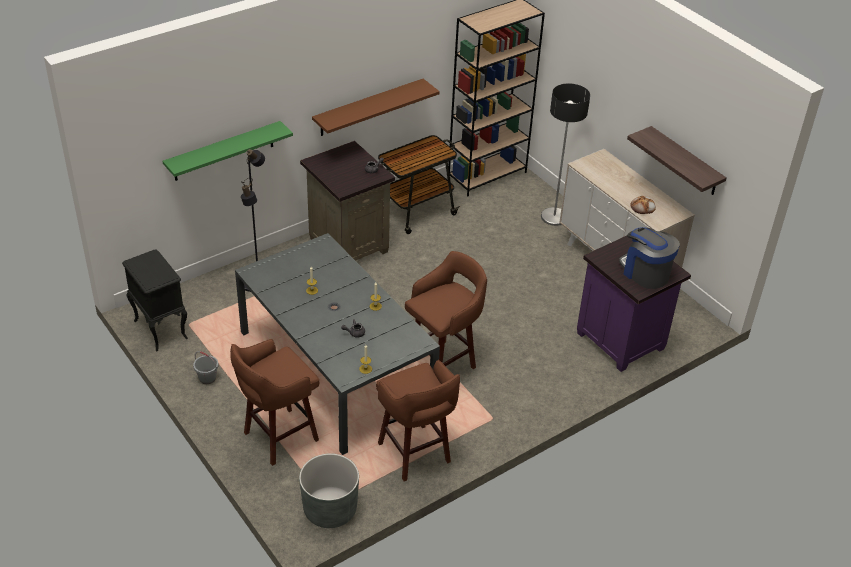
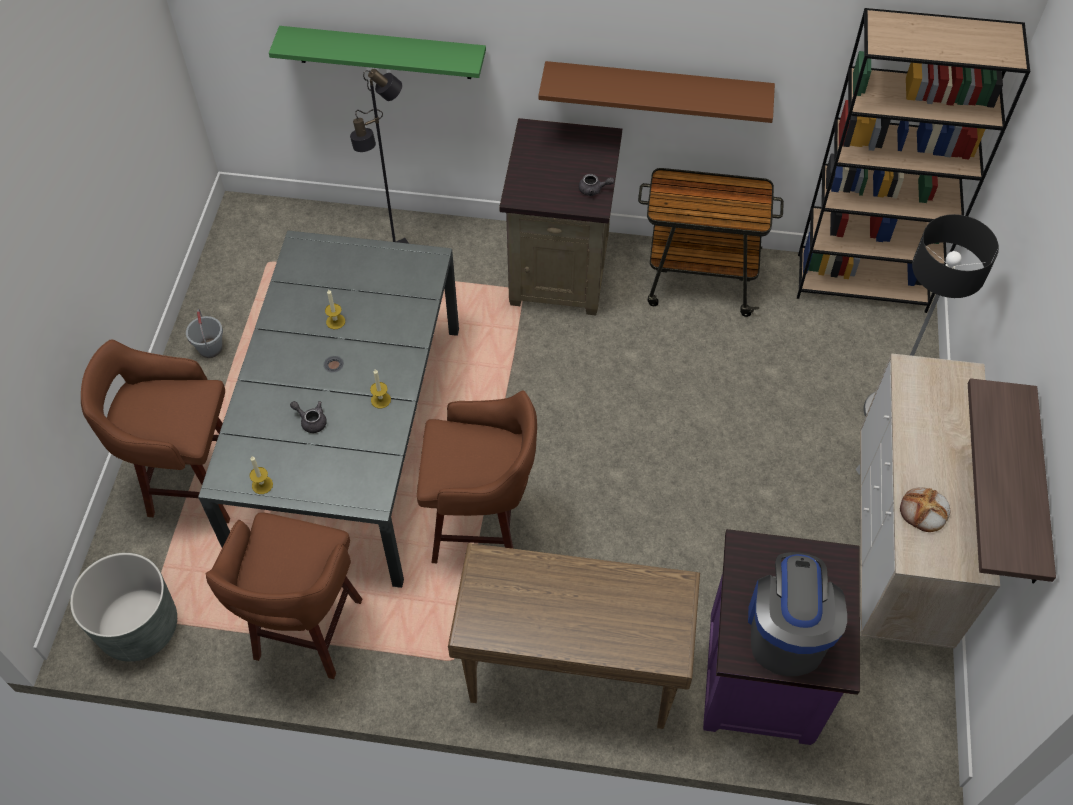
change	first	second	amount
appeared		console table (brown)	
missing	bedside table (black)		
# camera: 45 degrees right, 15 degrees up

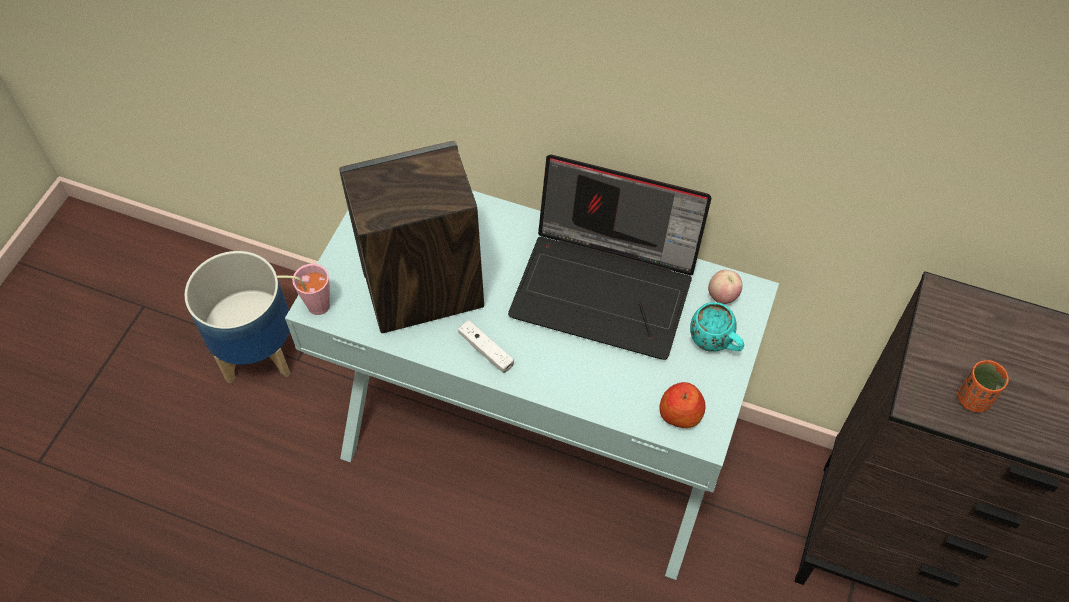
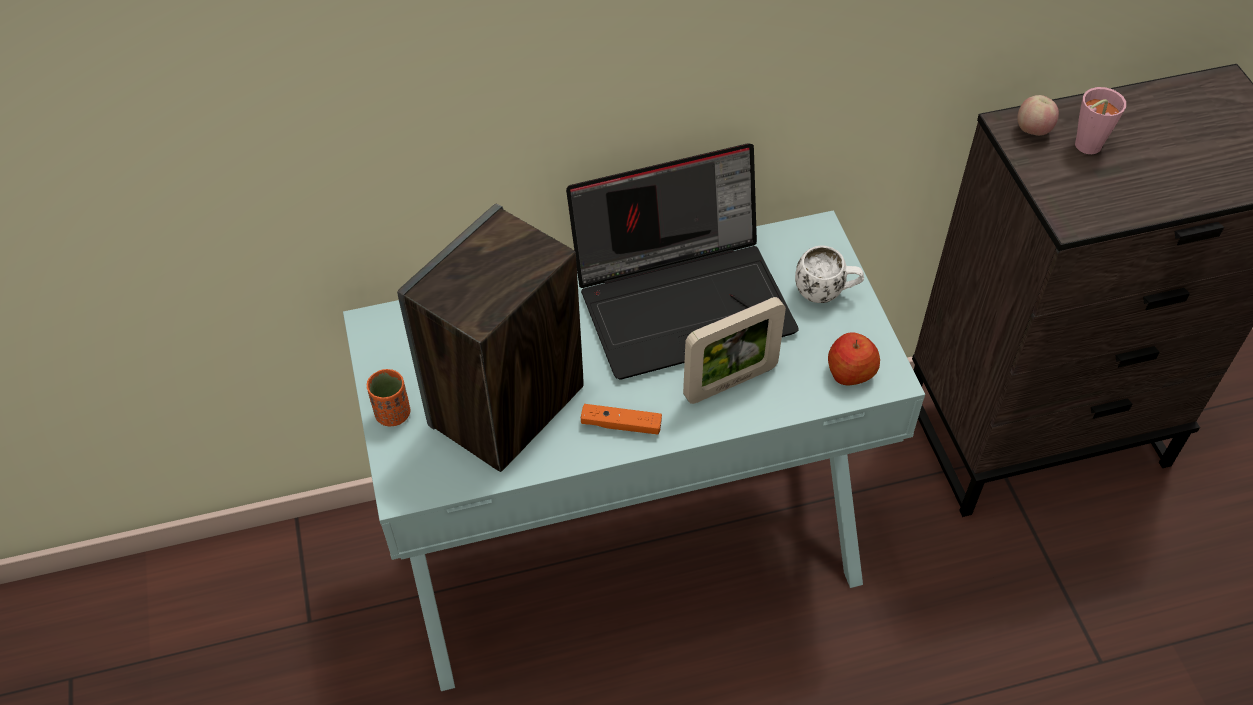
change	first	second	amount
relocated	cup (orange-coloured)		
colour	joypad (white)	joypad (orange-coloured)	
appeared		standing frame	
colour	mug (turquoise)	mug (white)	
relocated	whole apple (no. 2 from left)		
relocated	cup (pinkish)		
missing	plant pot		
# camera: 35 degrees left, 5 degrees down

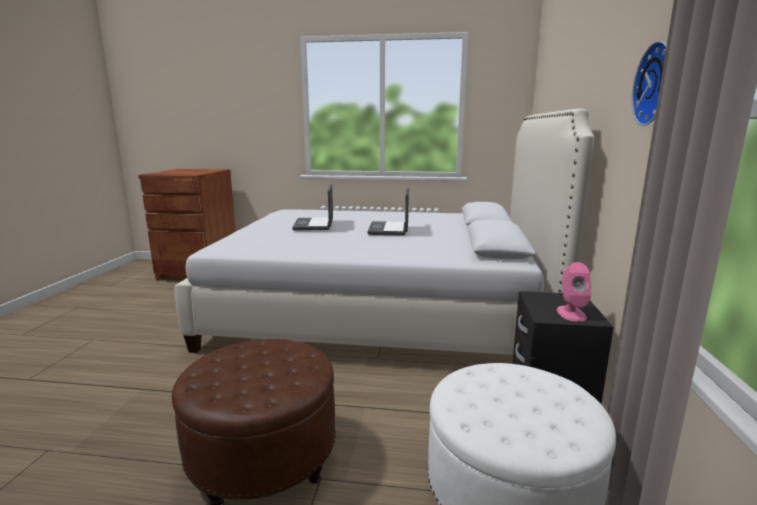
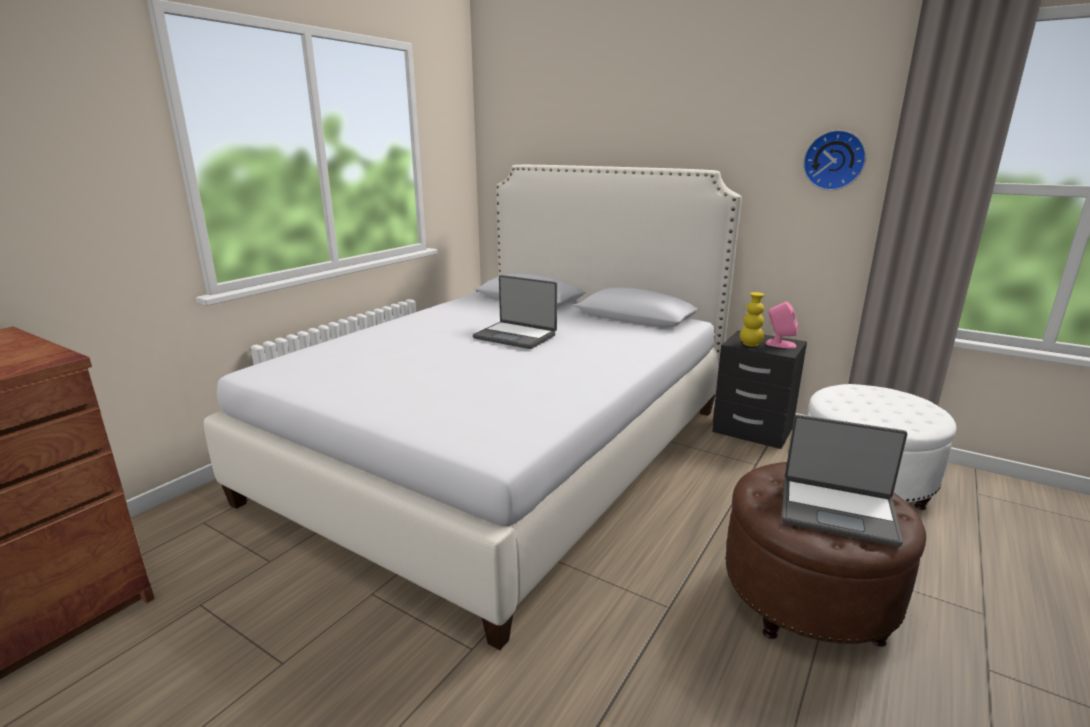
change	first	second	amount
appeared		vase (yellowish)	
relocated	notebook computer (no. 1 from left in the first image)	notebook computer (no. 2 from left)	
# camera: 65 degrees left, 5 degrees up

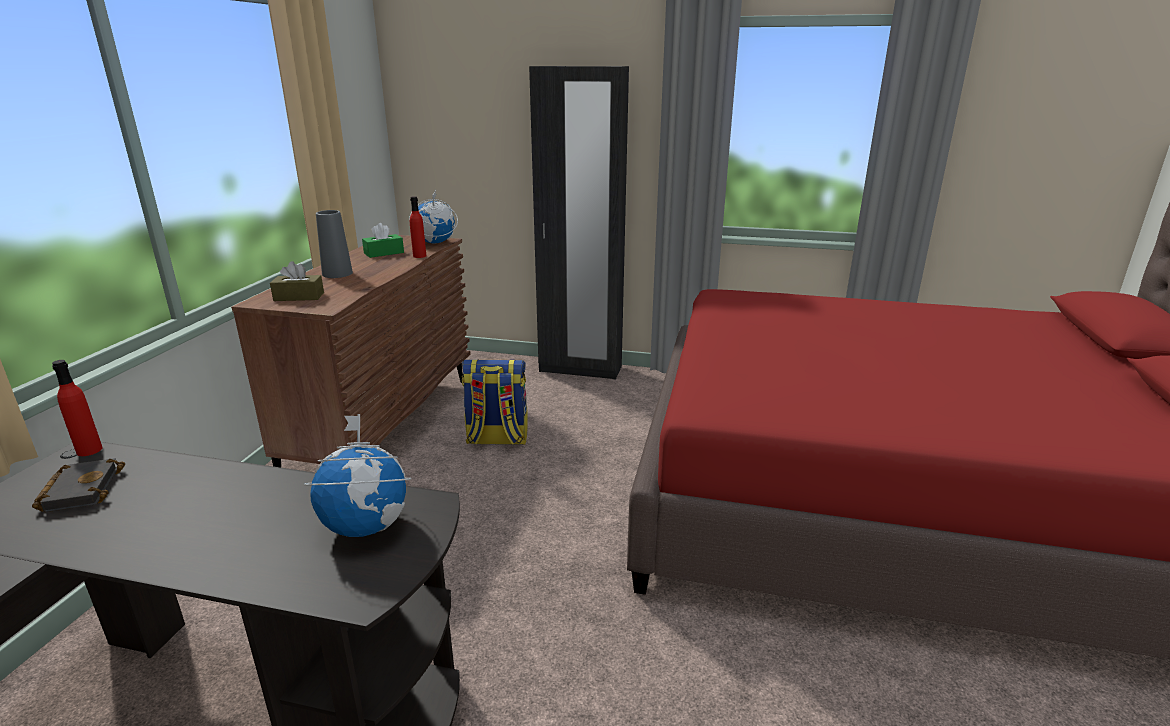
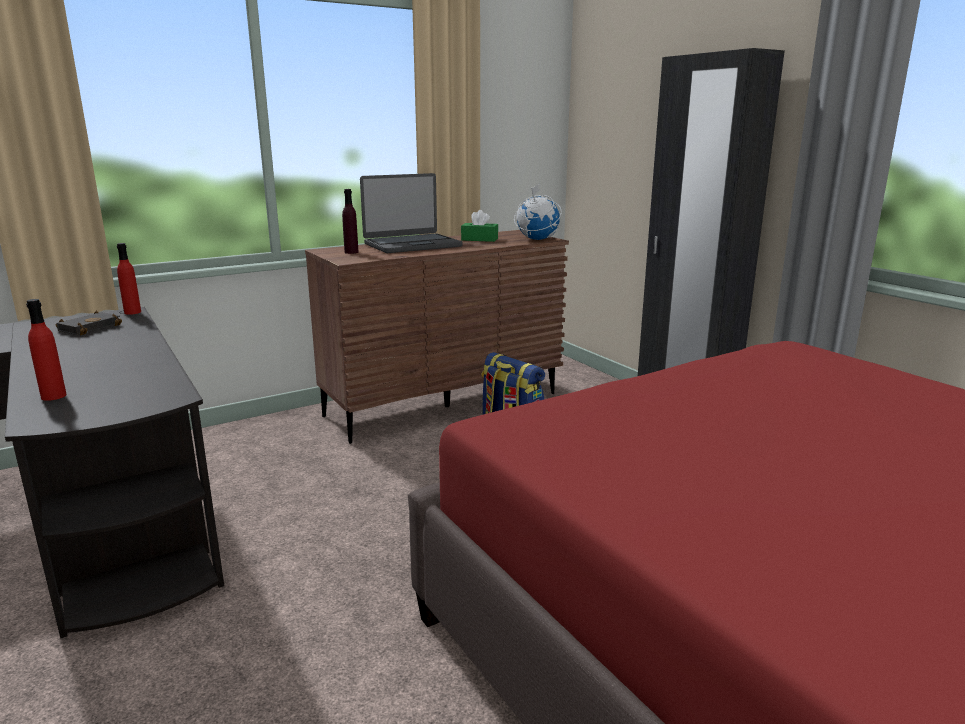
change	first	second	amount
relocated	drink bottle (red) (no. 2 from left in the first image)	drink bottle (red) (no. 1 from left)	
exchanged	tissue box (brown)	drink bottle (purple)	
exchanged	vase (gray)	notebook computer	
missing	world globe (no. 1 from left)		
# camera: 45 degrees right, 5 degrees down

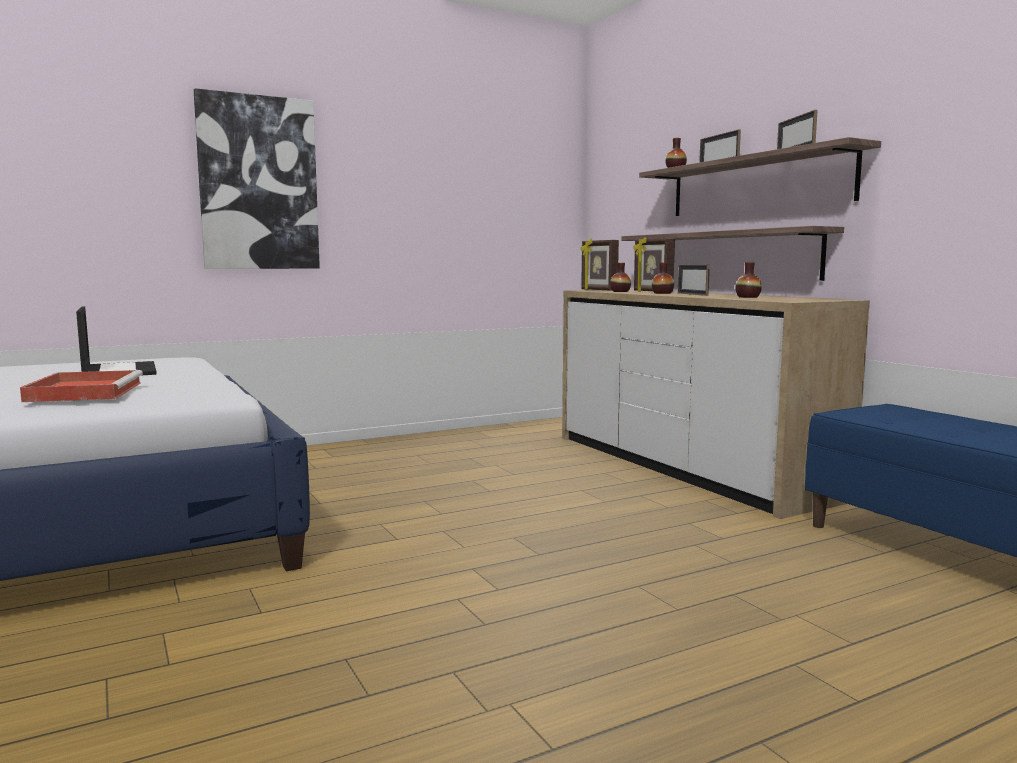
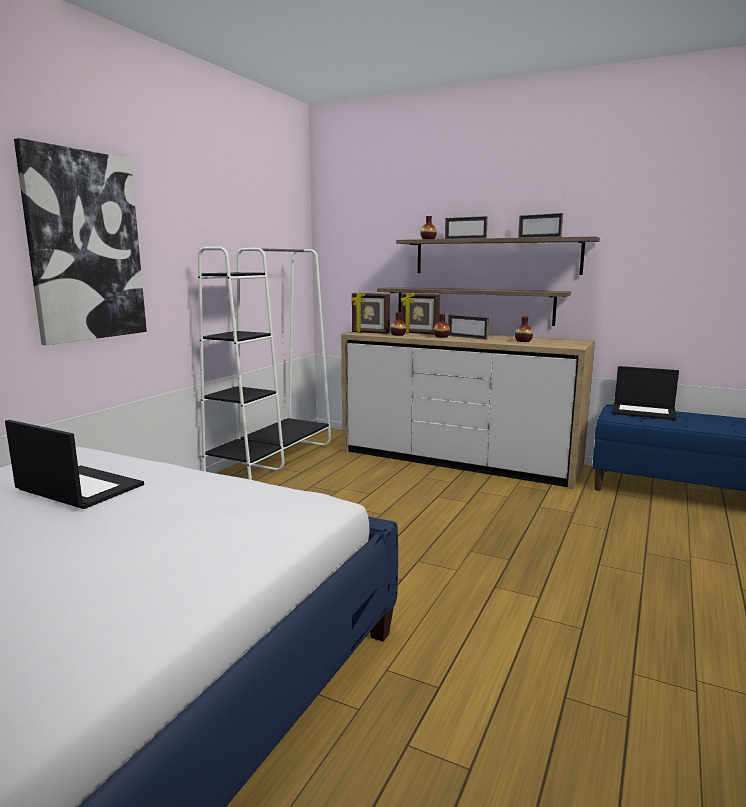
change	first	second	amount
appeared		garment stand (black)	
appeared		notebook computer (no. 2 from left)	
missing	tray (red)		
# camera: 35 degrees left, 5 degrees up

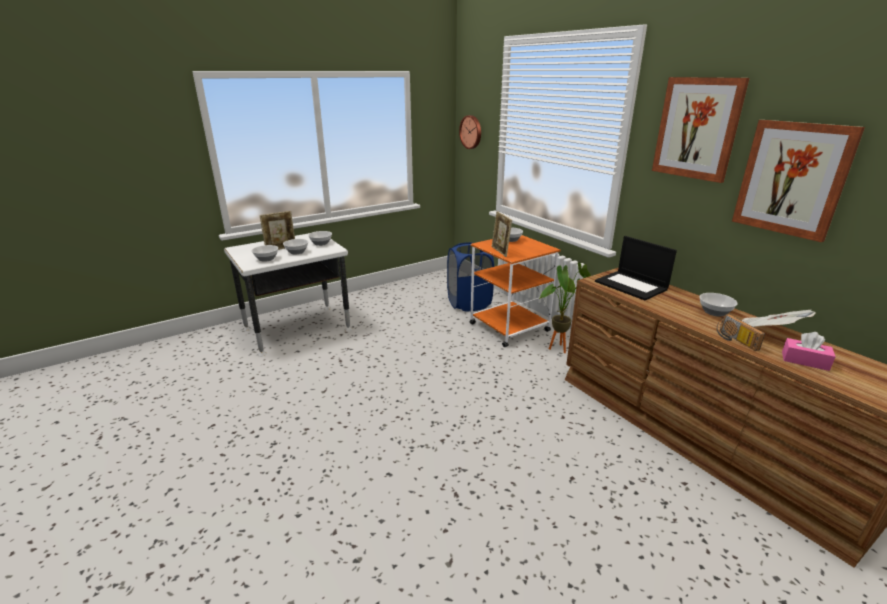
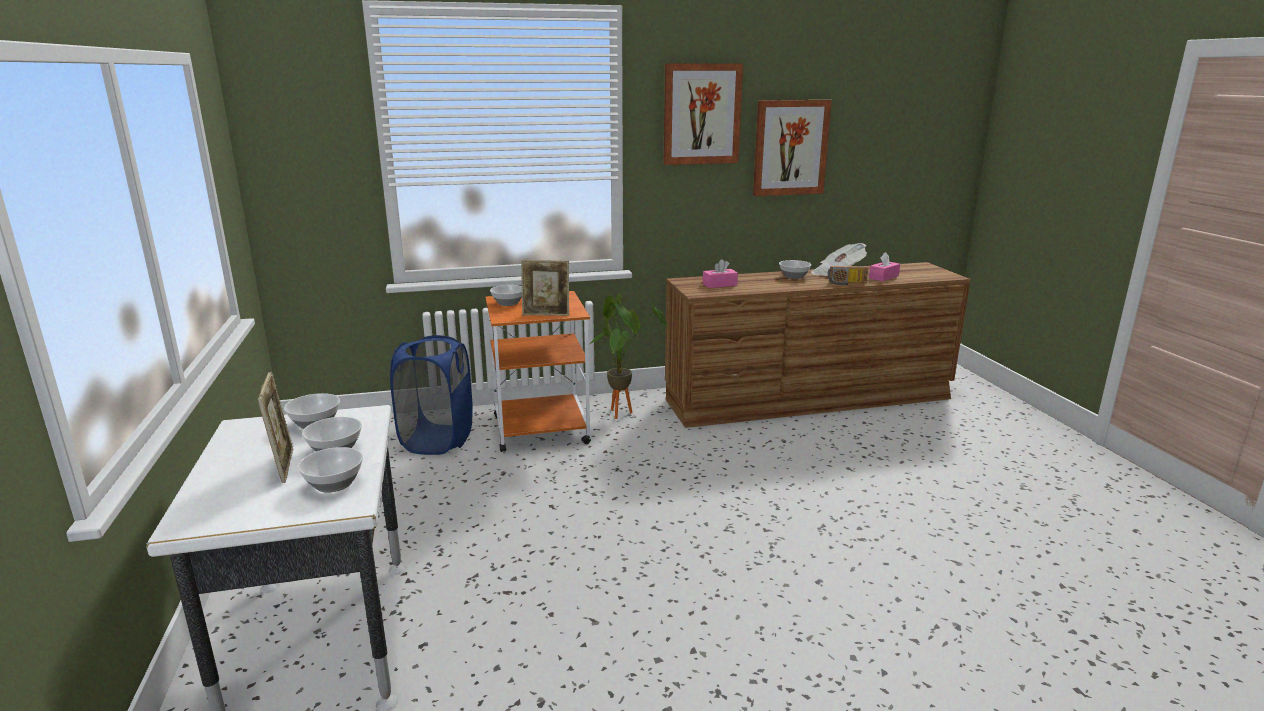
change	first	second	amount
exchanged	notebook computer	tissue box (pinkish) (no. 1 from left)	
missing	wall clock		
# camera: 70 degrees left, 5 degrees down

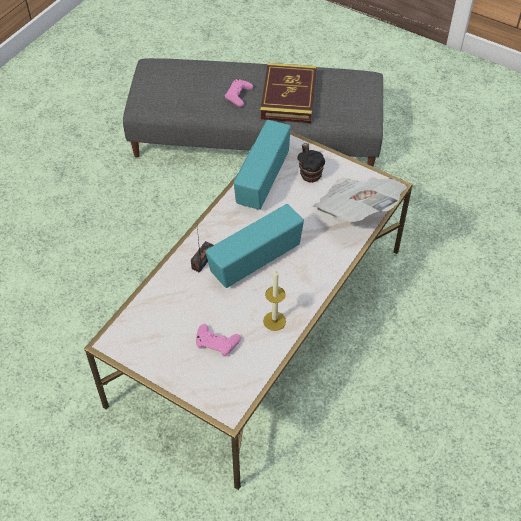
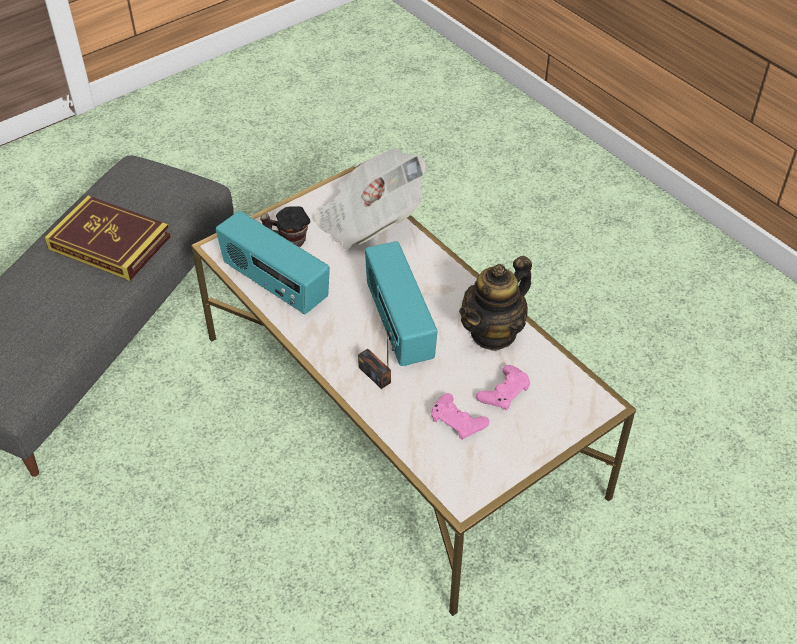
change	first	second	amount
relocated	joypad (pinkish) (no. 2 from left in the first image)	joypad (pinkish) (no. 1 from left)	
exchanged	wax light	pot for tea	
# camera: 70 degrees left, 5 degrees down

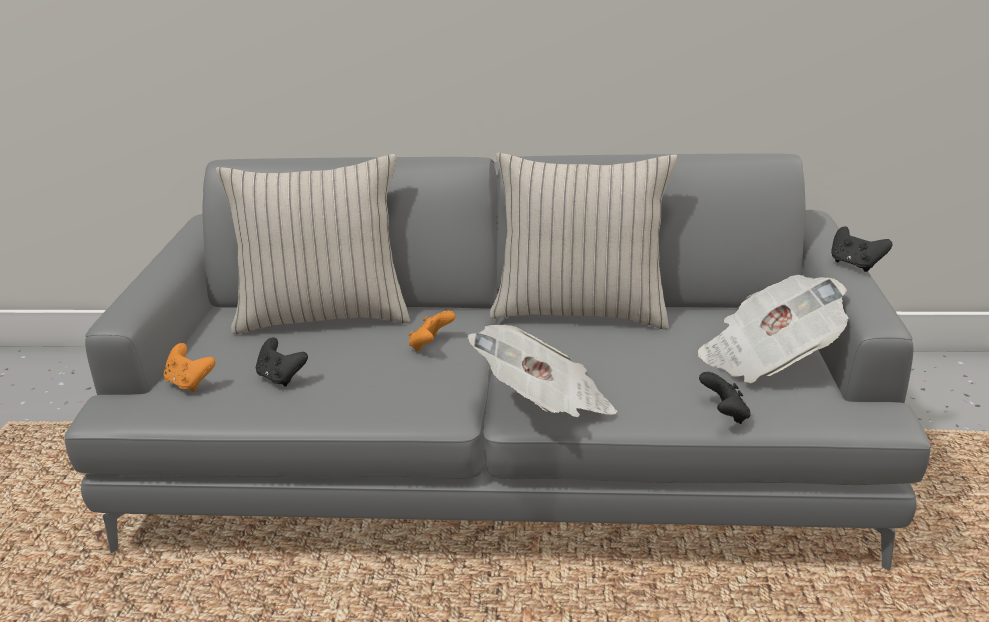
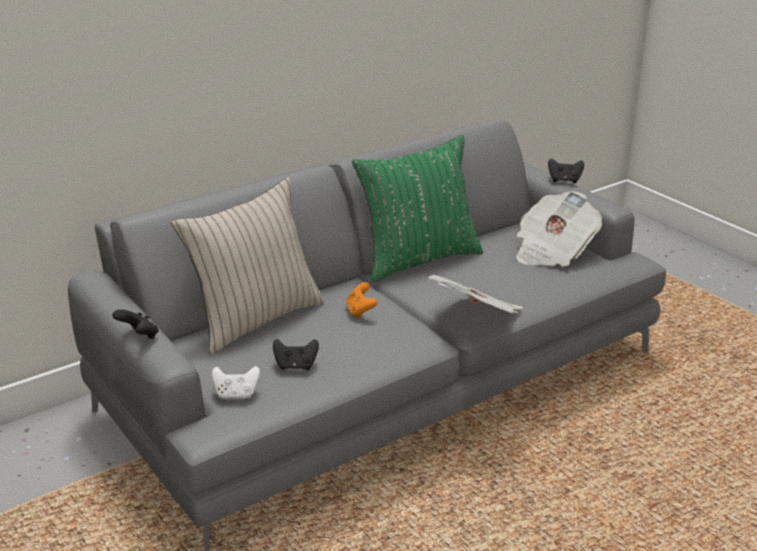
change	first	second	amount
relocated	joypad (black) (no. 2 from left in the first image)	joypad (black) (no. 1 from left)	
colour	joypad (orange-coloured) (no. 1 from left)	joypad (white)	
colour	pillow (sand-coloured) (no. 2 from left)	pillow (green-coloured)	
# camera: 40 degrees left, 0 degrees up

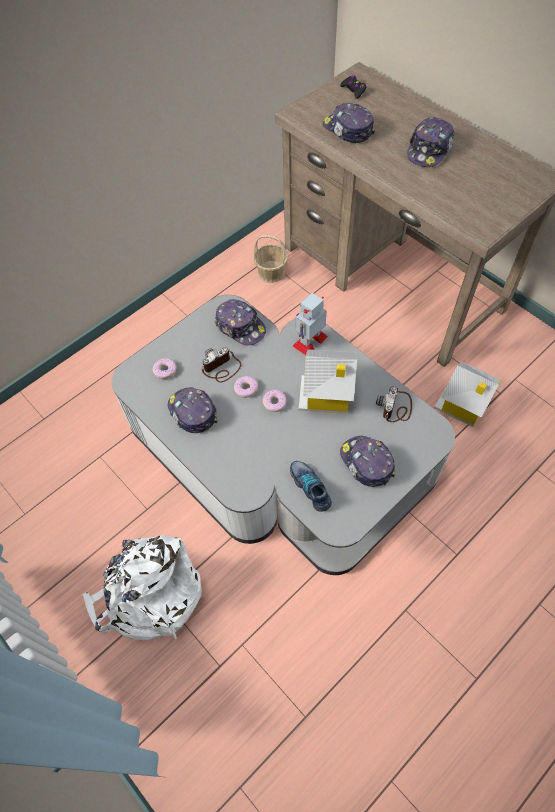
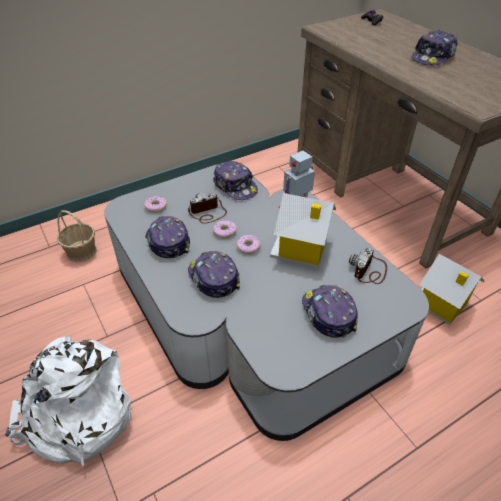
change	first	second	amount
relocated	basket		
relocated	cap (no. 3 from left in the first image)	cap (no. 2 from left)	
missing	shoe		
# camera: 10 degrees right, 15 degrees down

